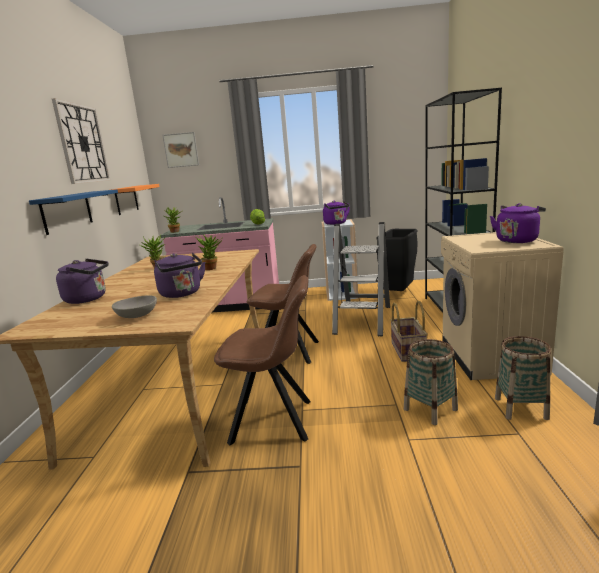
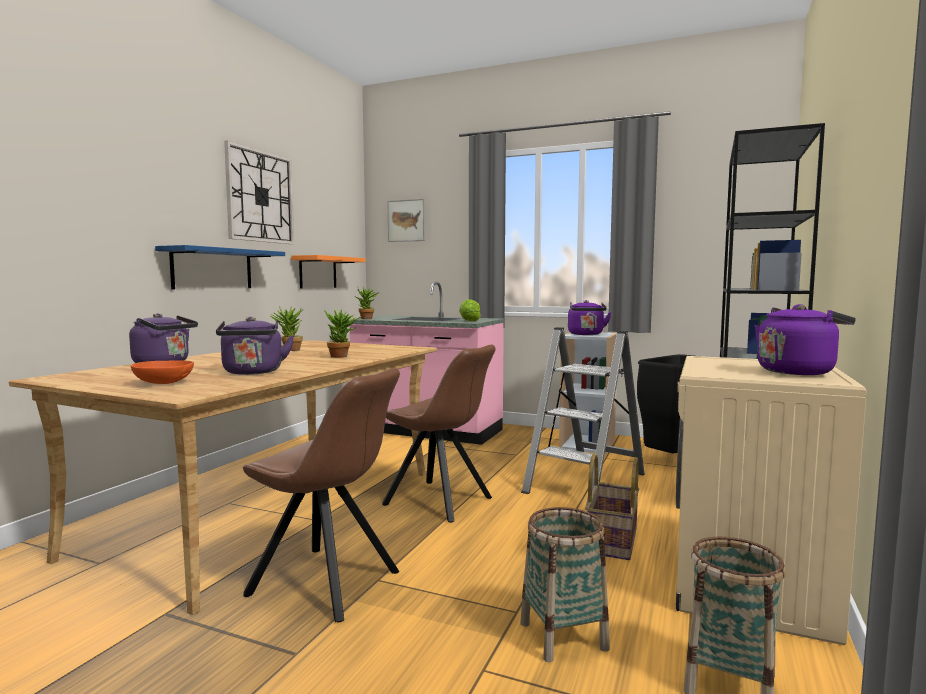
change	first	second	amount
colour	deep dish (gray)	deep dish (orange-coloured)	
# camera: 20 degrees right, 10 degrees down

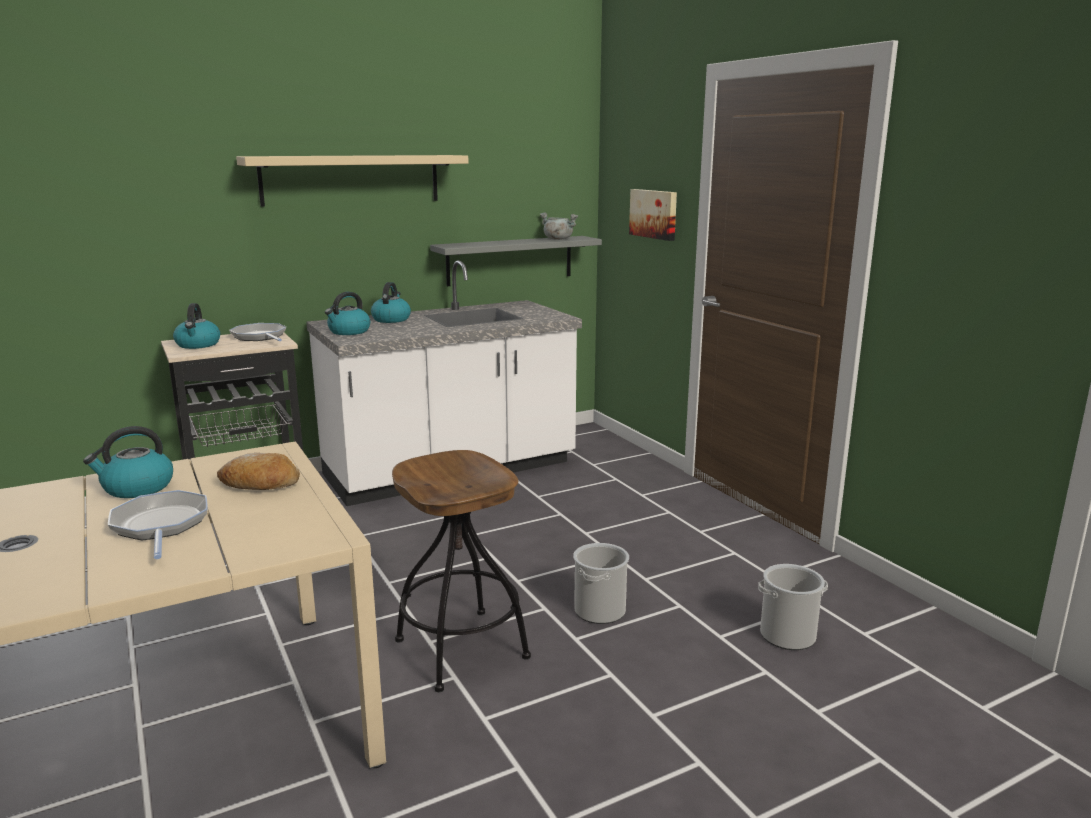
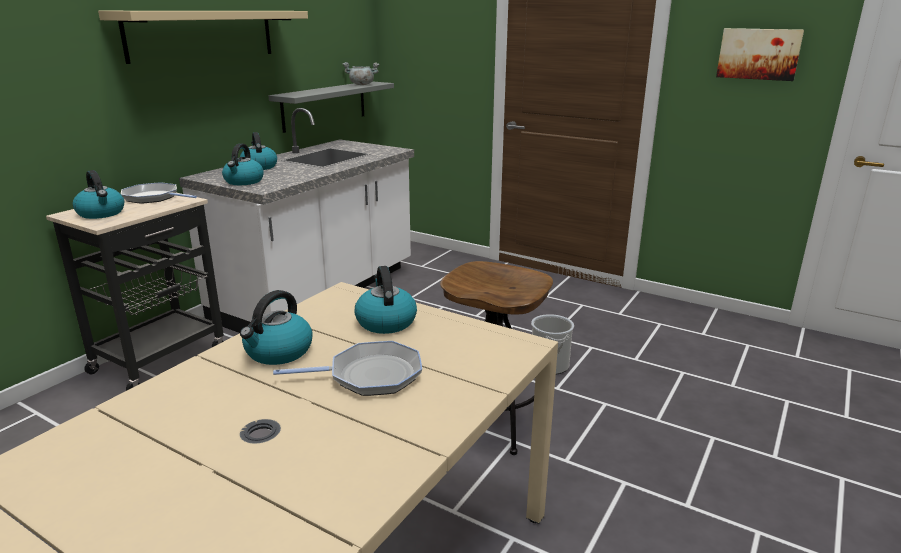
change	first	second	amount
spun	pan (no. 1 from left in the first image)	pan (no. 2 from left)	135 degrees clockwise
exchanged	bakery bread	water kettle (no. 5 from left)	
relocated	wall picture		
missing	bucket (no. 2 from left)		
# camera: 30 degrees left, 5 degrees up

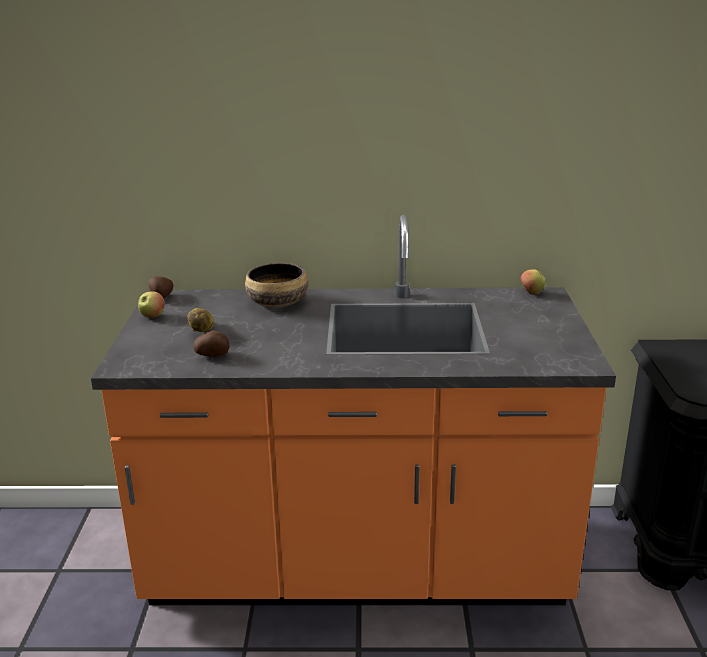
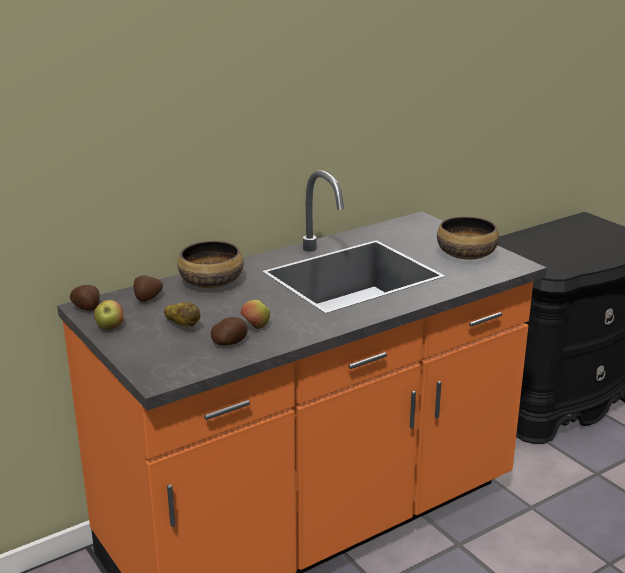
change	first	second	amount
appeared		whole potato (no. 2 from left)	
relocated	whole apple (no. 2 from left)		
appeared		deep dish (no. 2 from left)	
# camera: 35 degrees left, 0 degrees up

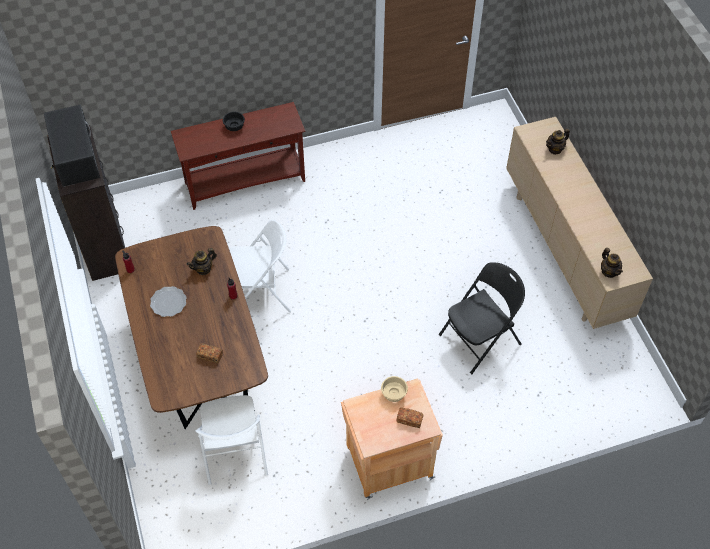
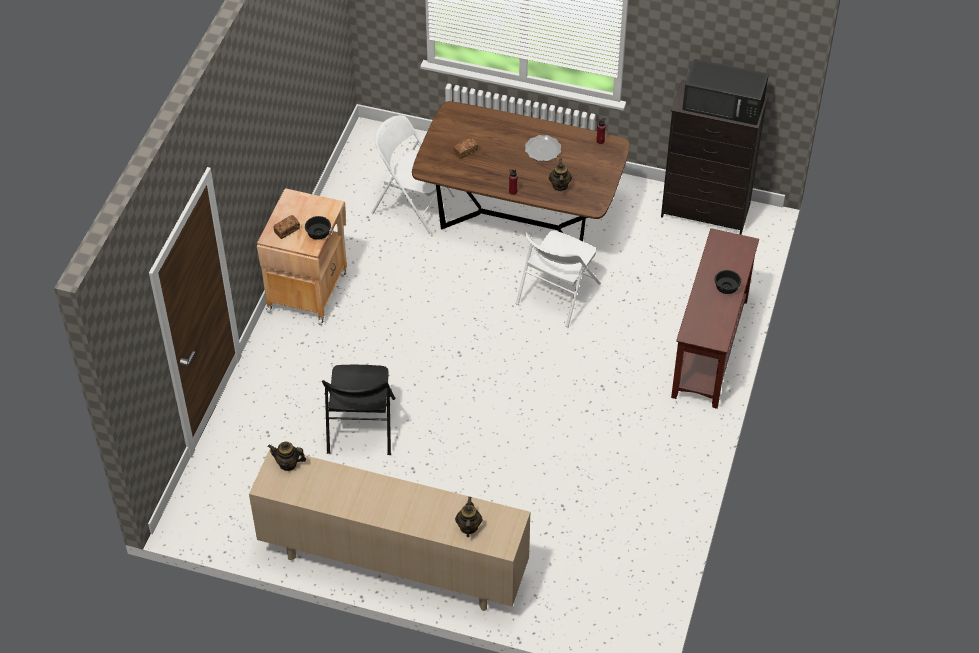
change	first	second	amount
colour	deep dish (sand-coloured)	deep dish (black) (no. 1 from left)	
# camera: 125 degrees right, 5 degrees down

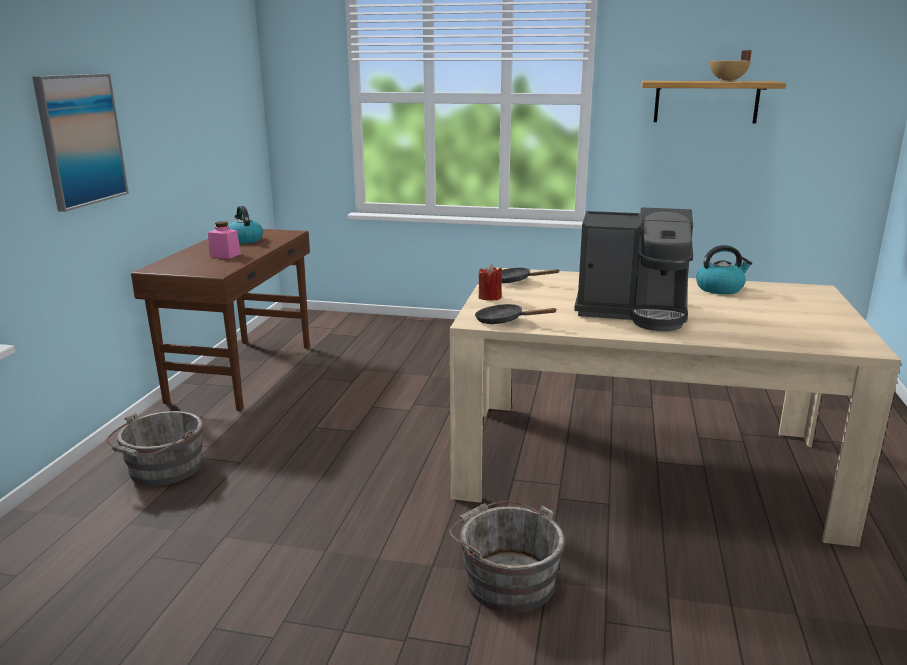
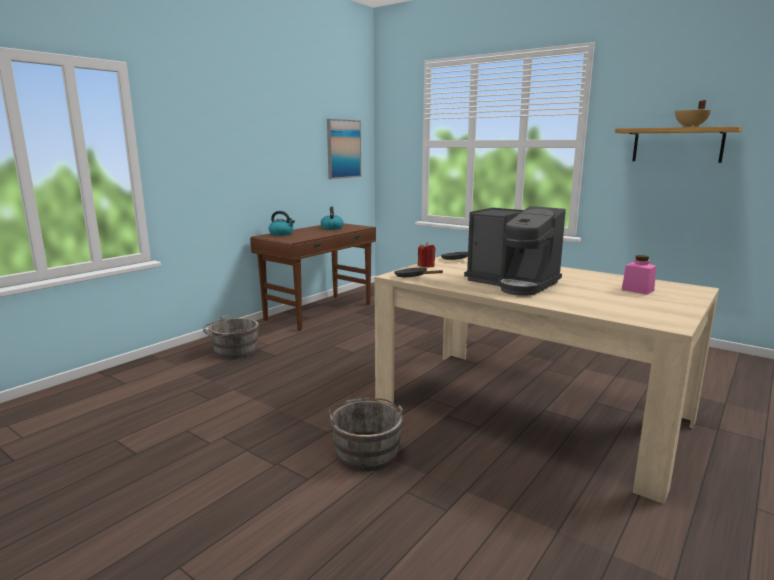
change	first	second	amount
relocated	water kettle (no. 2 from left in the first image)	water kettle (no. 1 from left)	
relocated	wall picture		
relocated	storage jar (pinkish)		
# camera: 25 degrees right, 5 degrees down

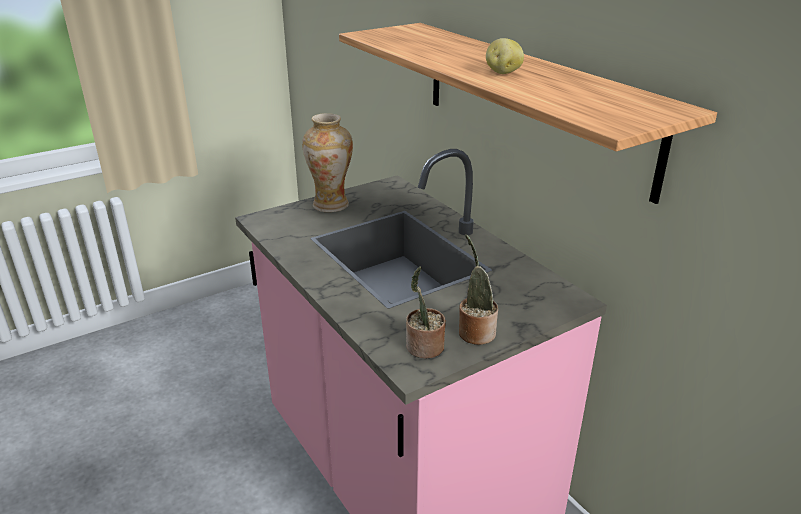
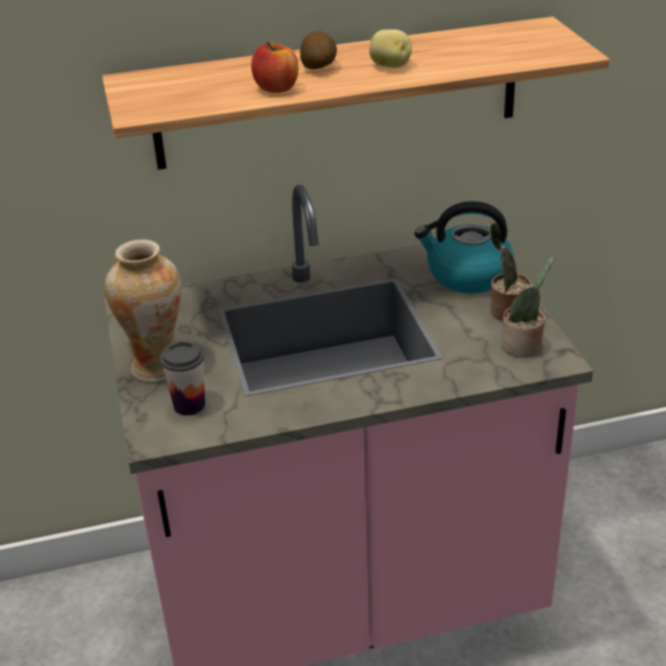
change	first	second	amount
appeared		cup	
appeared		whole apple	
appeared		whole potato (no. 1 from left)	
appeared		water kettle	
# camera: 70 degrees left, 5 degrees up

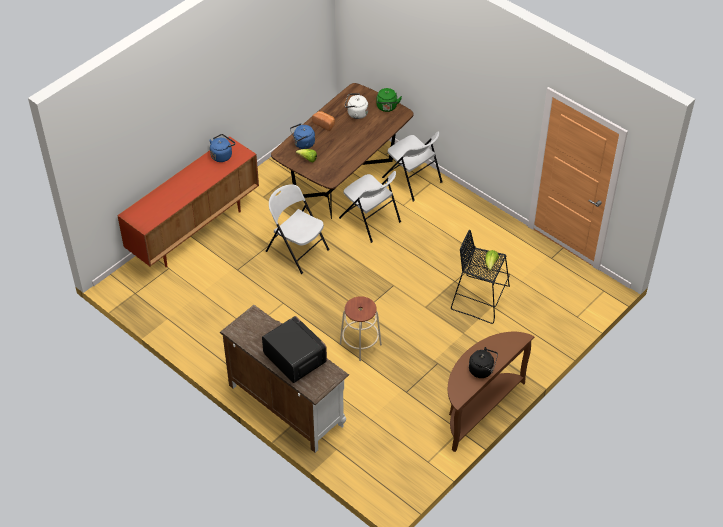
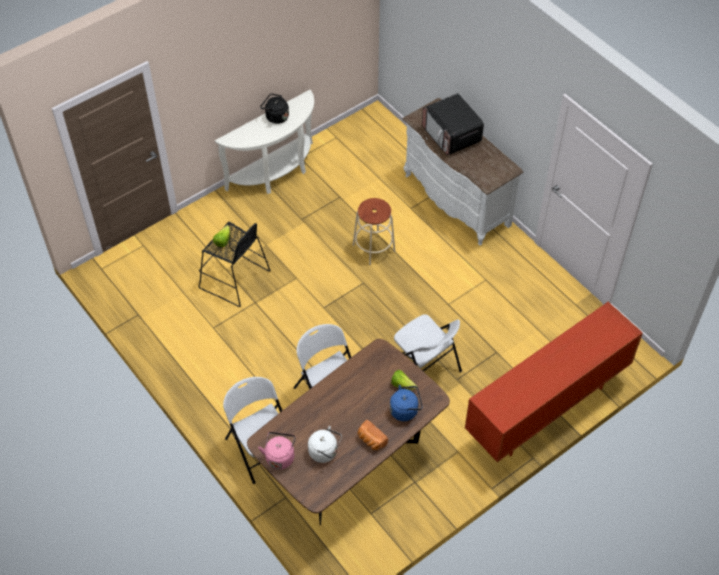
change	first	second	amount
colour	console table (brown)	console table (white)	
colour	water kettle (green-coloured)	water kettle (pinkish)	
missing	water kettle (blue-coloured) (no. 1 from left)		
# camera: 170 degrees left, 5 degrees up

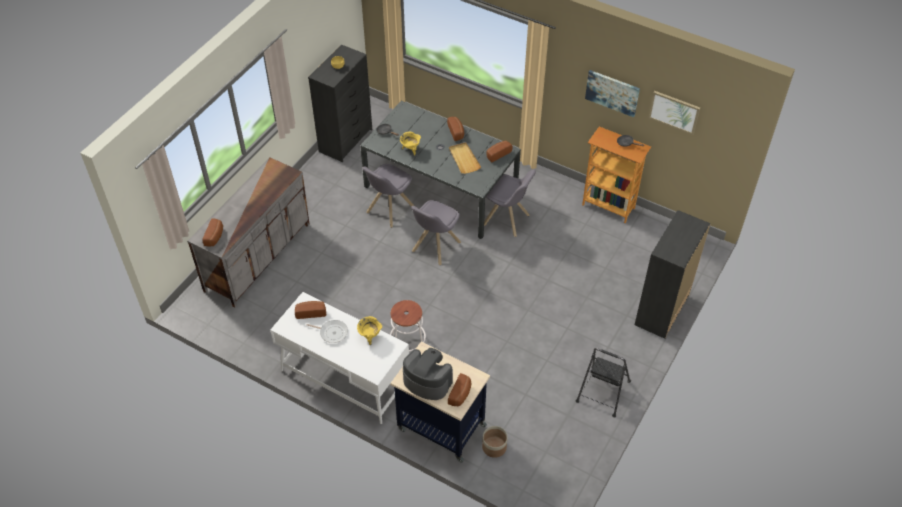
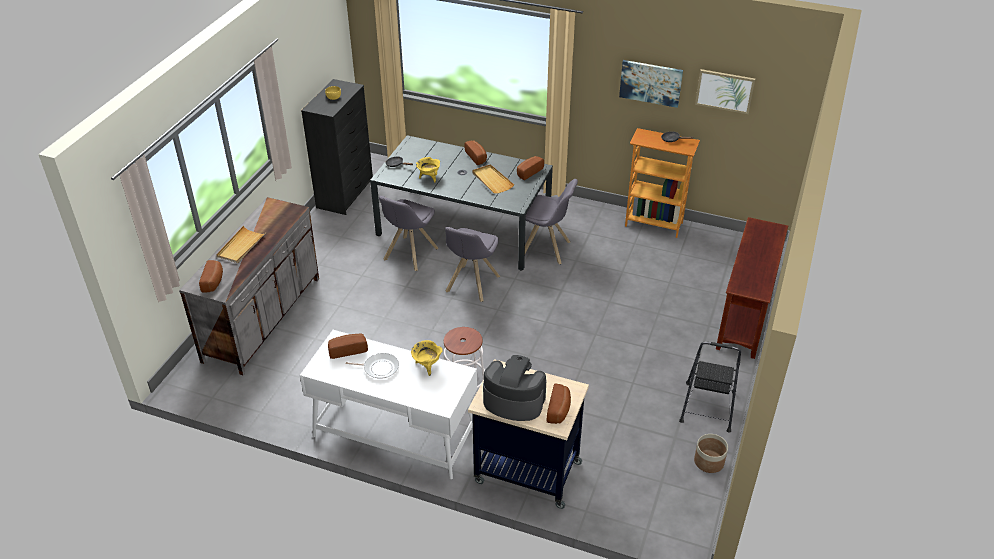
change	first	second	amount
appeared		tray (sand-coloured) (no. 1 from left)	
relocated	plant pot		
exchanged	dresser (black) (no. 2 from left)	console table (brown)	
# camera: 10 degrees left, 10 degrees down

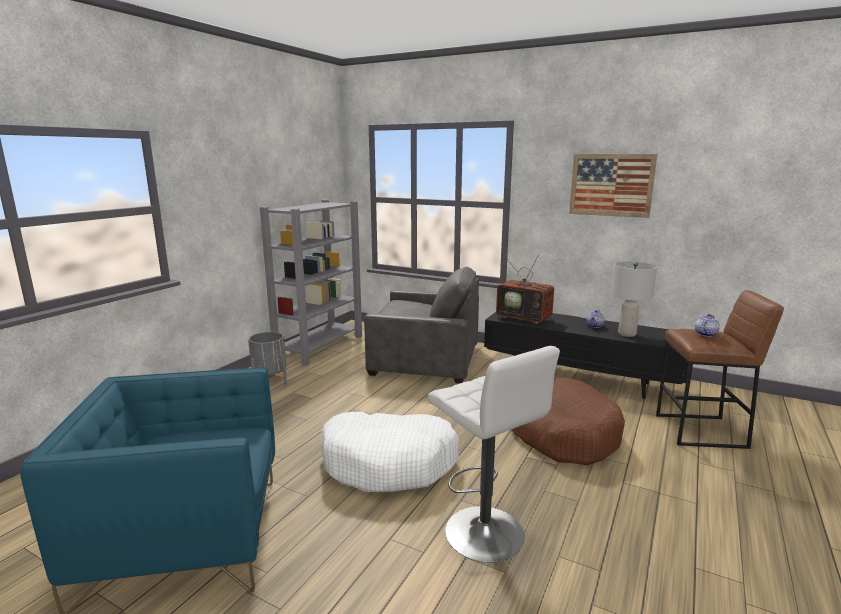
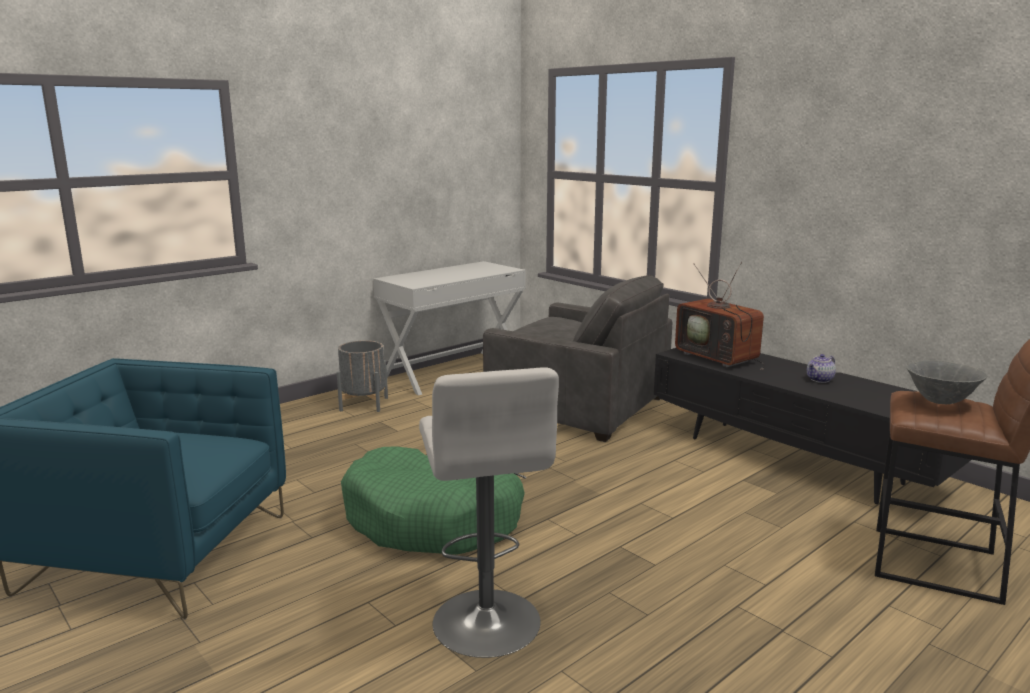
change	first	second	amount
colour	dog bed (white)	dog bed (green-coloured)	
exchanged	bookshelf (gray)	console table (white)	
exchanged	pot for tea (no. 2 from left)	deep dish (gray)	
missing	dog bed (brown)		
missing	wall picture		
missing	table lamp (gray)		
# camera: 20 degrees right, 0 degrees up

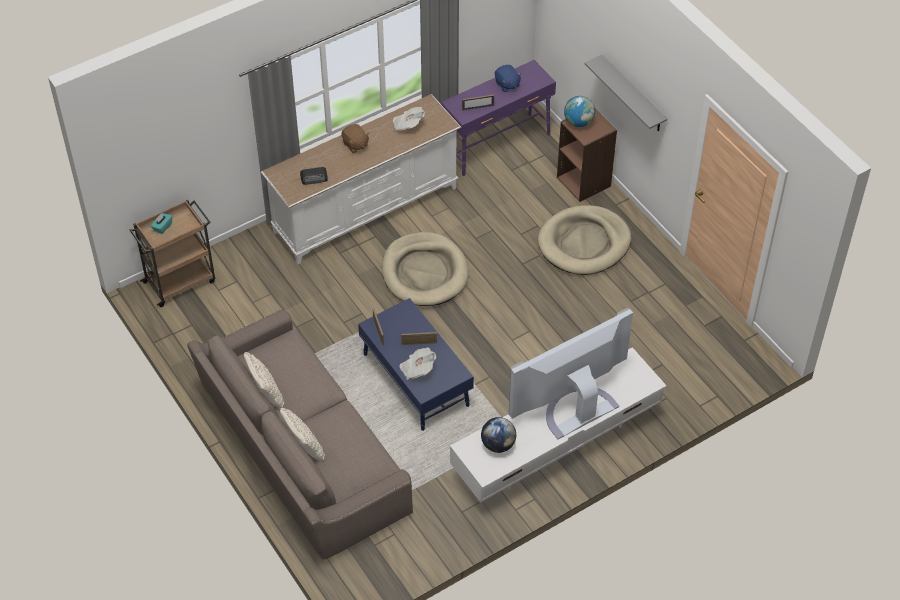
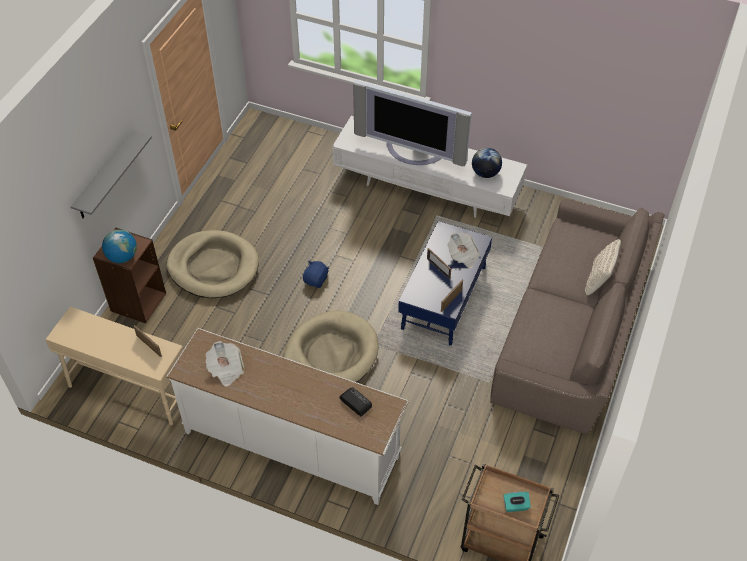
change	first	second	amount
colour	console table (purple)	console table (sand-coloured)	
relocated	cuddly toy (blue-coloured)		
missing	pillow (sand-coloured) (no. 1 from left)		
missing	cuddly toy (brown)		
# camera: 125 degrees left, 0 degrees up

